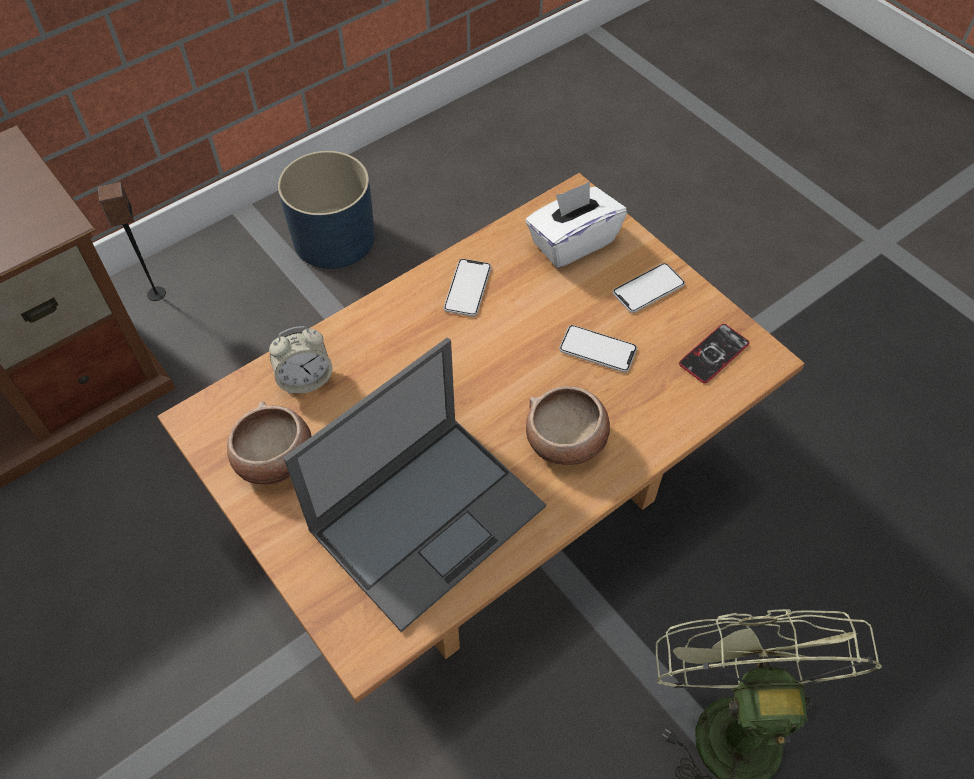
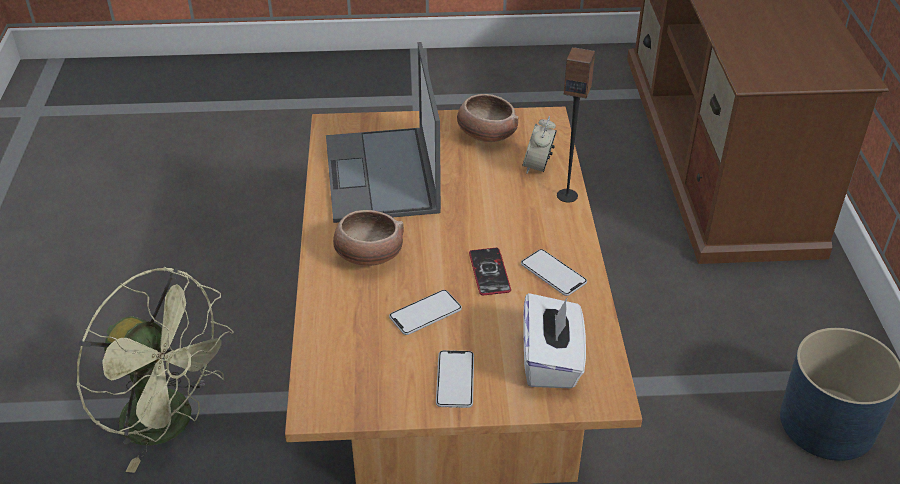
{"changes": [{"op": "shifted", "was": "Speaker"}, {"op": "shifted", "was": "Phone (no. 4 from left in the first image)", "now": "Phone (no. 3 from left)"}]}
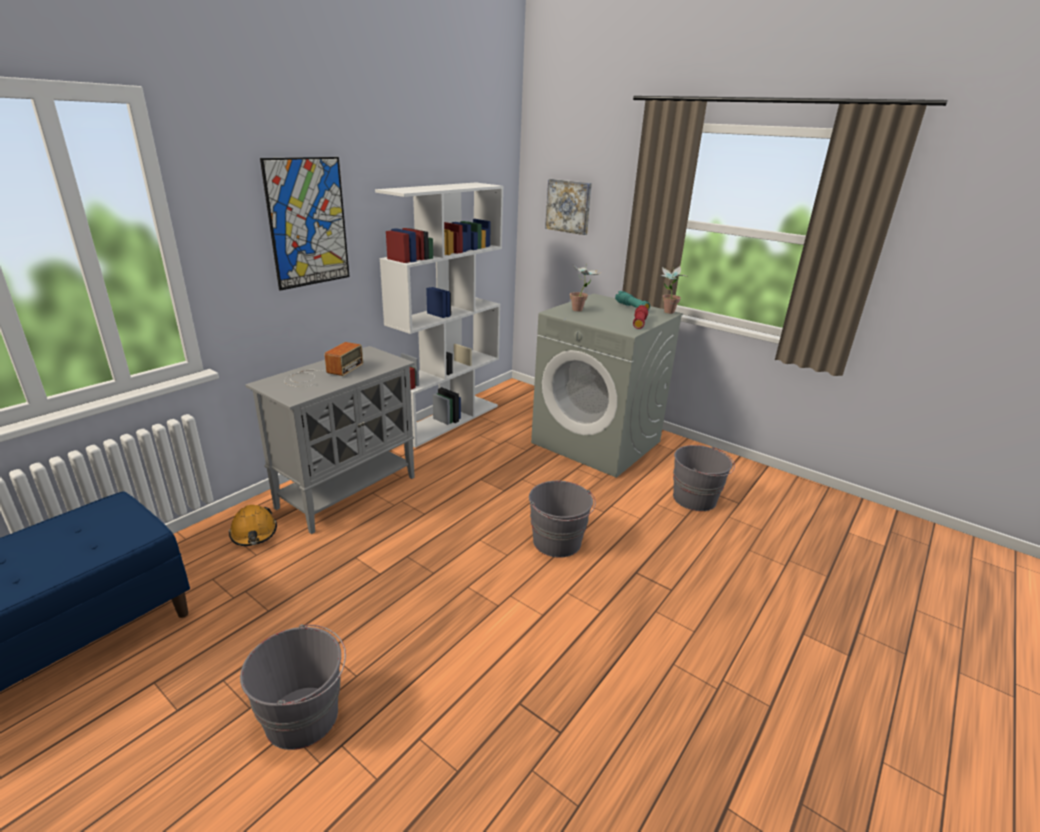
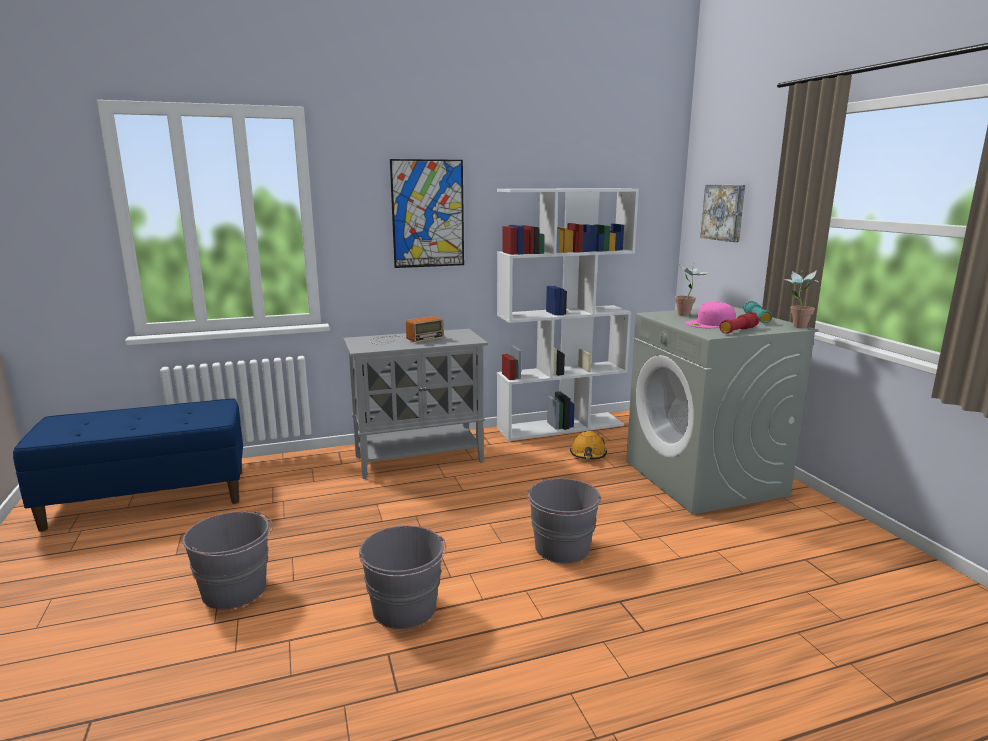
{"changes": [{"op": "shifted", "was": "GreyBucket (no. 3 from left in the first image)", "now": "GreyBucket (no. 2 from left)"}, {"op": "shifted", "was": "OrangeHardHat"}, {"op": "new", "now": "PinkCap"}]}
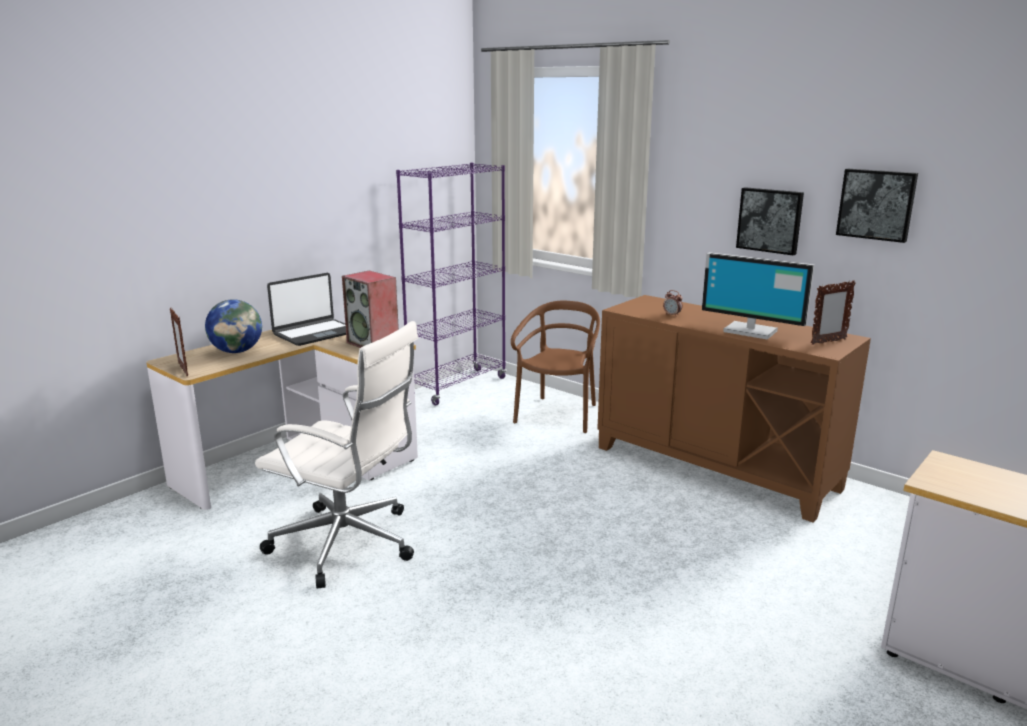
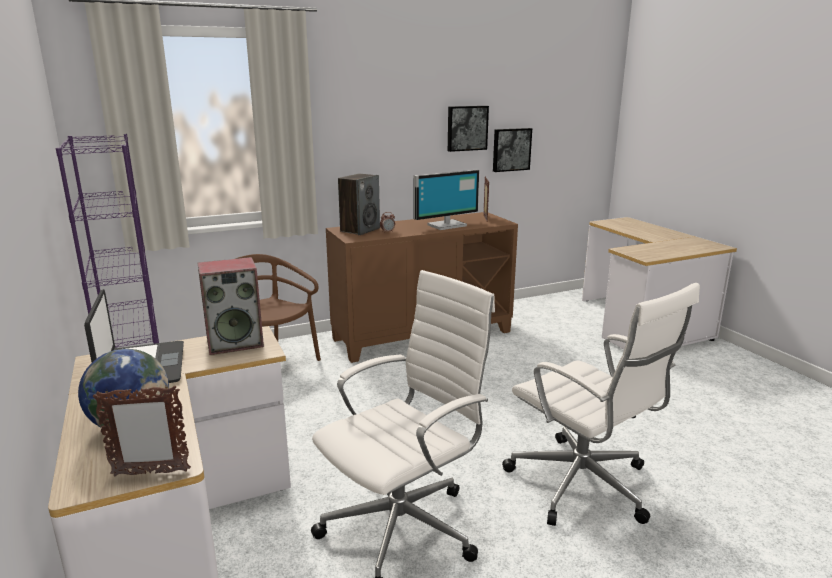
{"changes": [{"op": "shifted", "was": "Picture (no. 1 from left in the first image)", "now": "Picture (no. 2 from left)"}, {"op": "new", "now": "Speaker (no. 2 from left)"}, {"op": "new", "now": "WhiteOfficeChair (no. 2 from left)"}]}
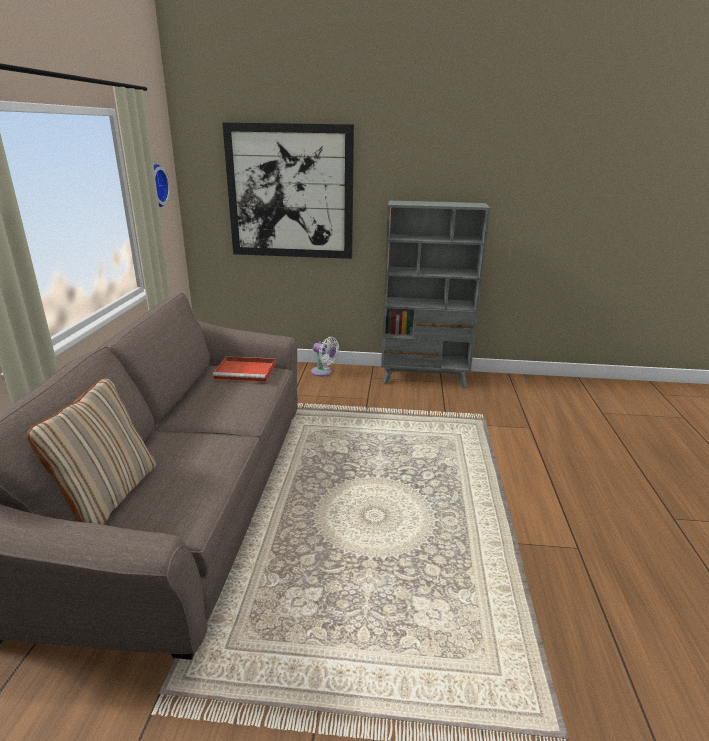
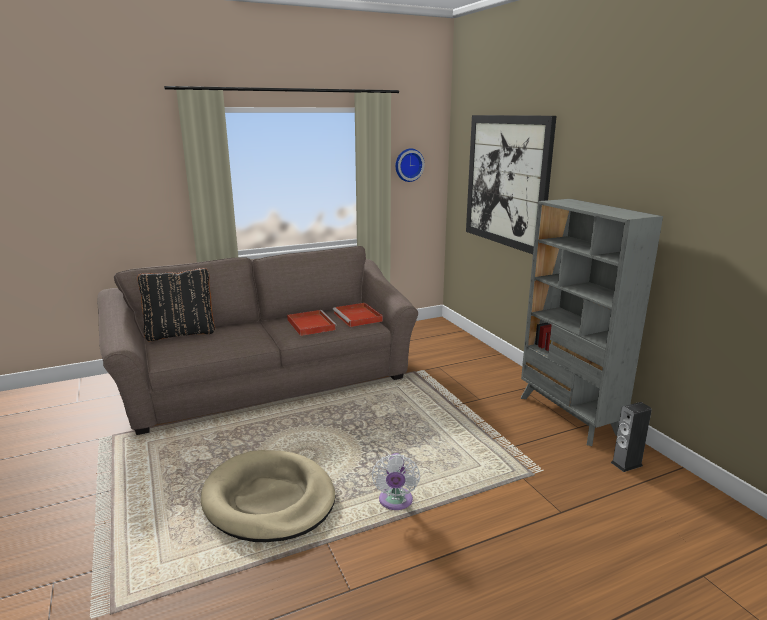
{"changes": [{"op": "shifted", "was": "WhiteFan"}, {"op": "repainted", "was": "BeigePillow", "now": "BlackPillow"}, {"op": "new", "now": "RedTray (no. 1 from left)"}, {"op": "new", "now": "Speaker"}, {"op": "new", "now": "BeigeDogBed"}]}
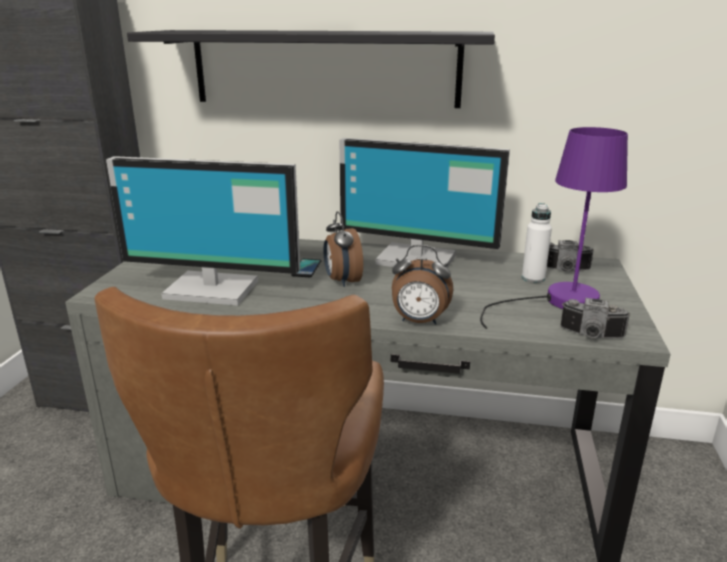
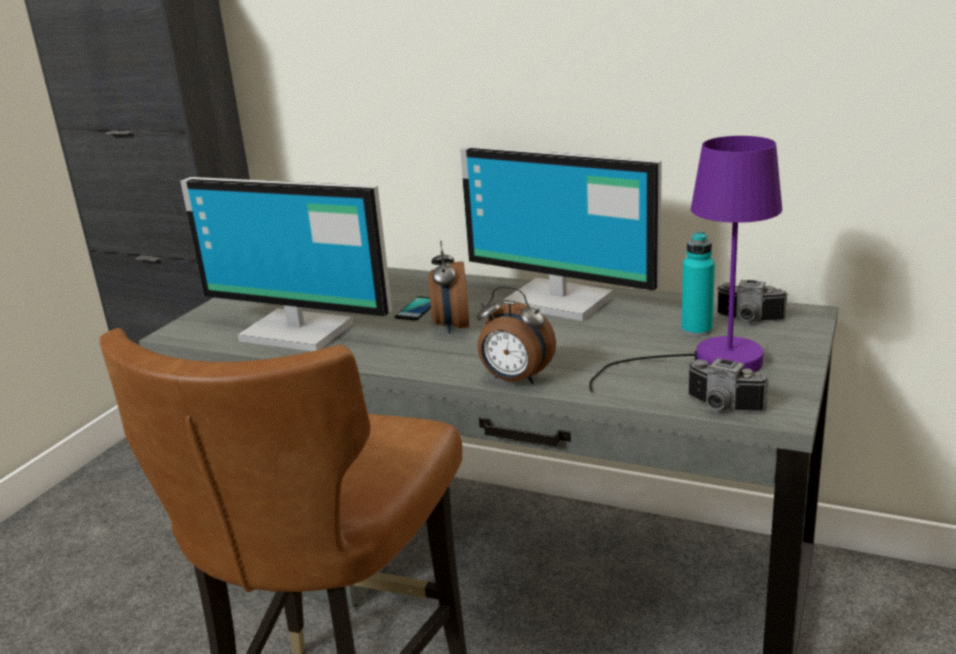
{"changes": [{"op": "gone", "was": "BlackShelf"}, {"op": "repainted", "was": "WhiteBottle", "now": "TurquoiseBottle"}]}
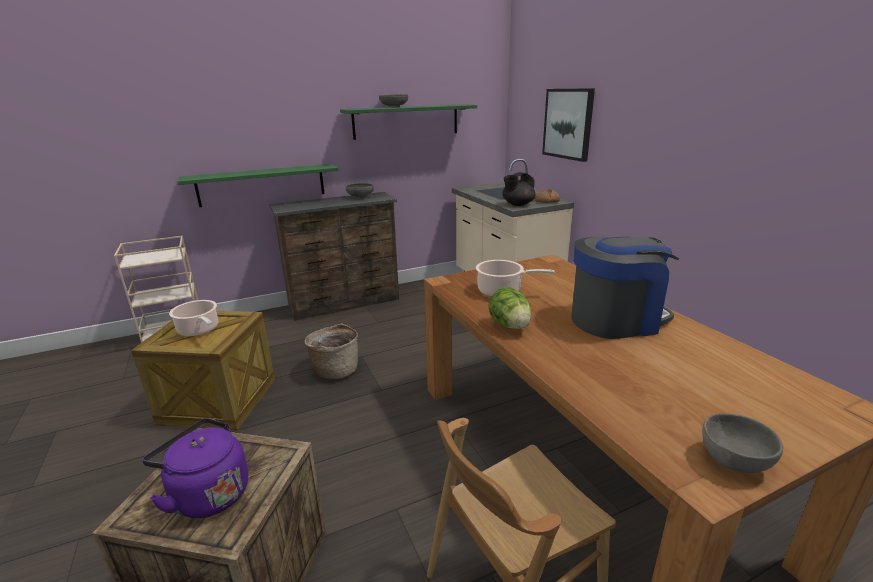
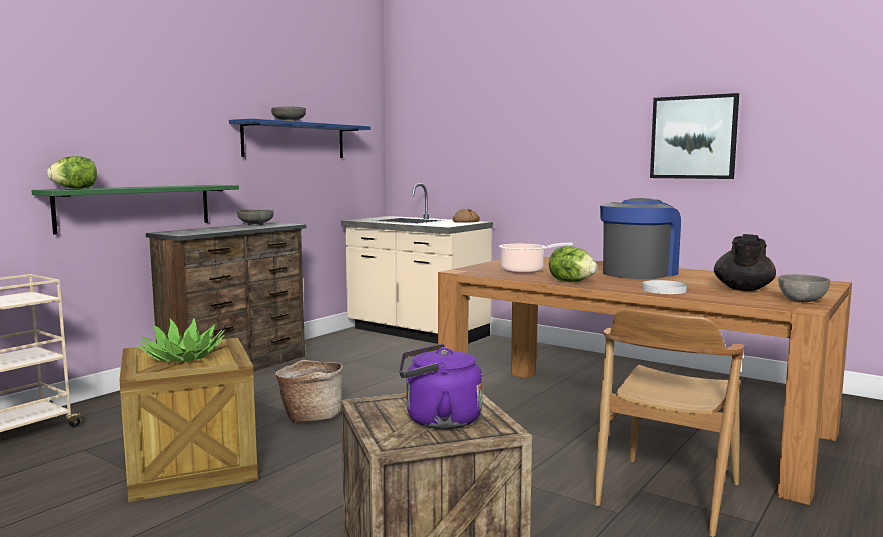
{"changes": [{"op": "shifted", "was": "Picture"}, {"op": "repainted", "was": "GreenShelf (no. 2 from left)", "now": "BlueShelf"}, {"op": "shifted", "was": "BlackTeapot"}, {"op": "swapped", "was": "CookingPot (no. 1 from left)", "now": "PottedPlant"}, {"op": "new", "now": "Lettuce (no. 1 from left)"}, {"op": "new", "now": "WhitePlate"}]}
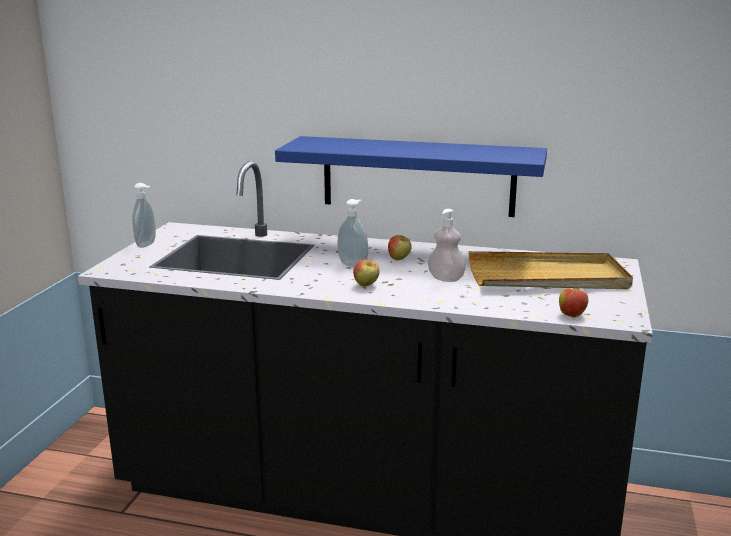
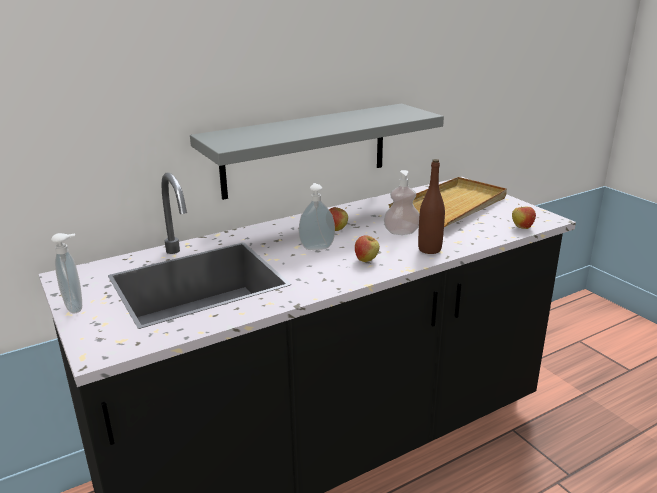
{"changes": [{"op": "repainted", "was": "BlueShelf", "now": "GreyShelf"}, {"op": "new", "now": "BrownBottle"}]}
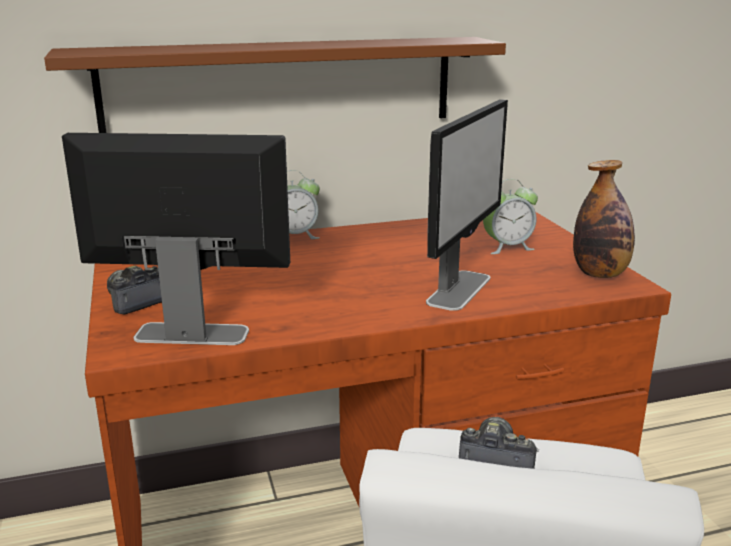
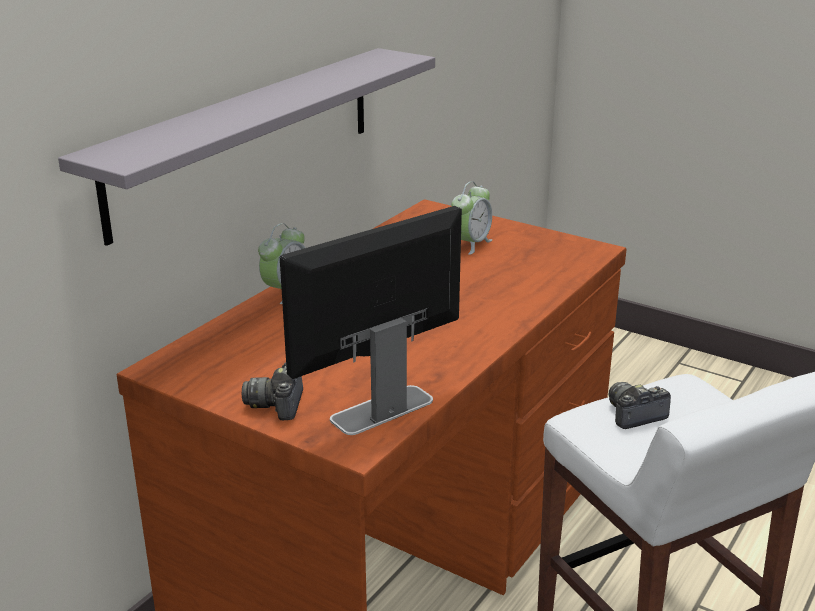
{"changes": [{"op": "repainted", "was": "BrownShelf", "now": "GreyShelf"}, {"op": "gone", "was": "Monitor (no. 2 from left)"}, {"op": "gone", "was": "Bottle"}]}
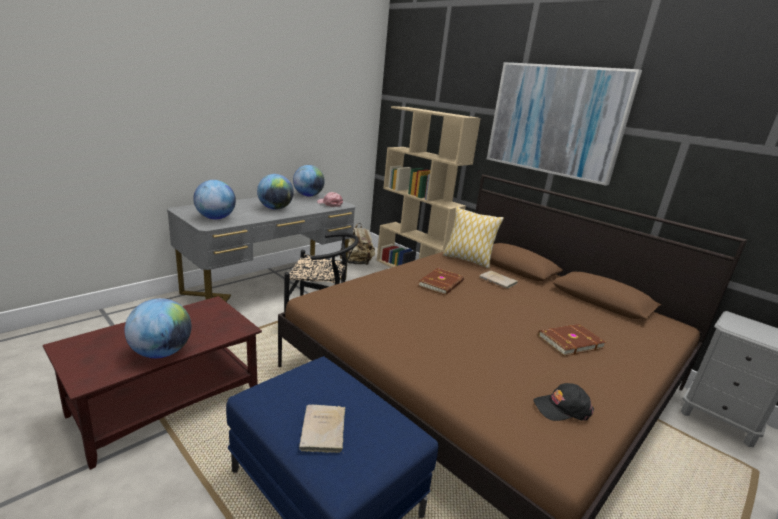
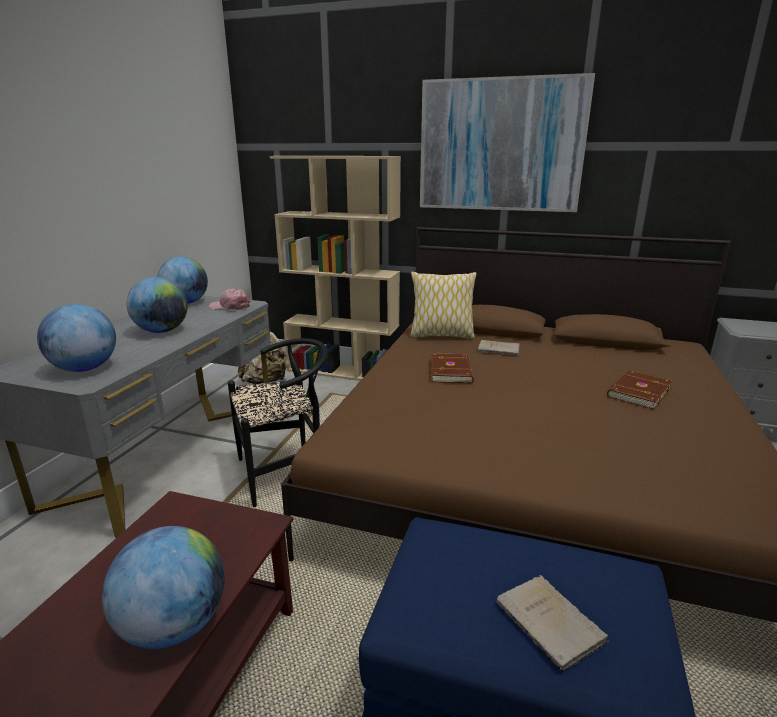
{"changes": [{"op": "gone", "was": "BlackCap"}]}
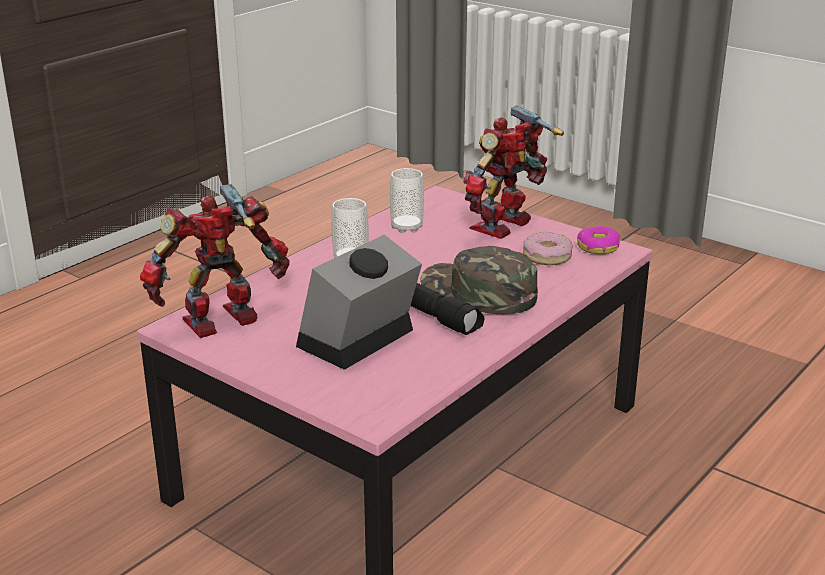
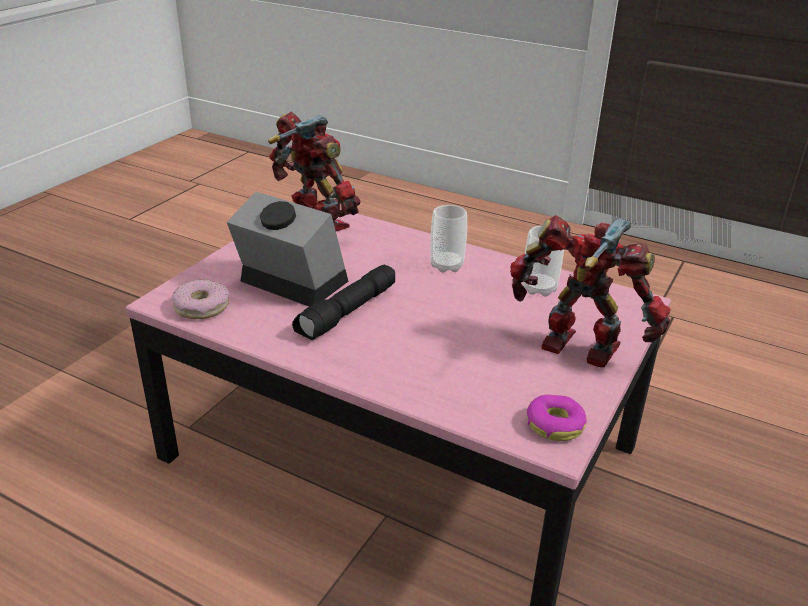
{"changes": [{"op": "shifted", "was": "Donut (no. 1 from left)"}, {"op": "gone", "was": "GreenCap"}]}
